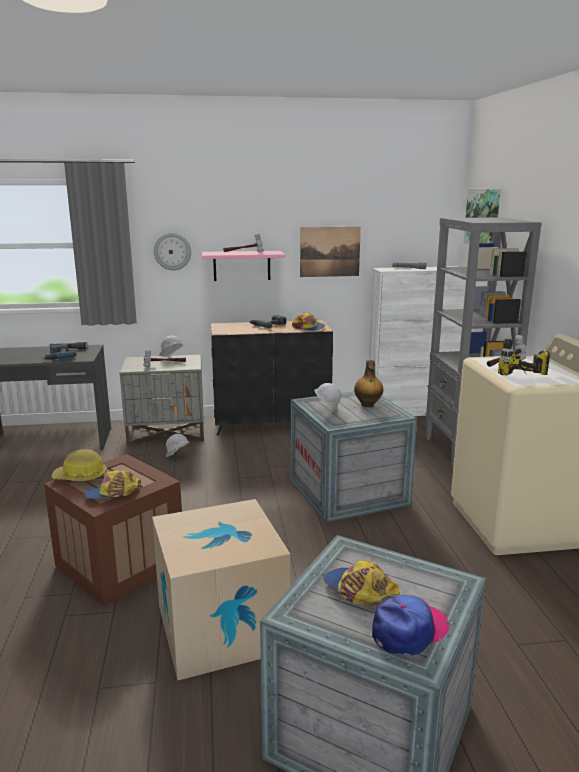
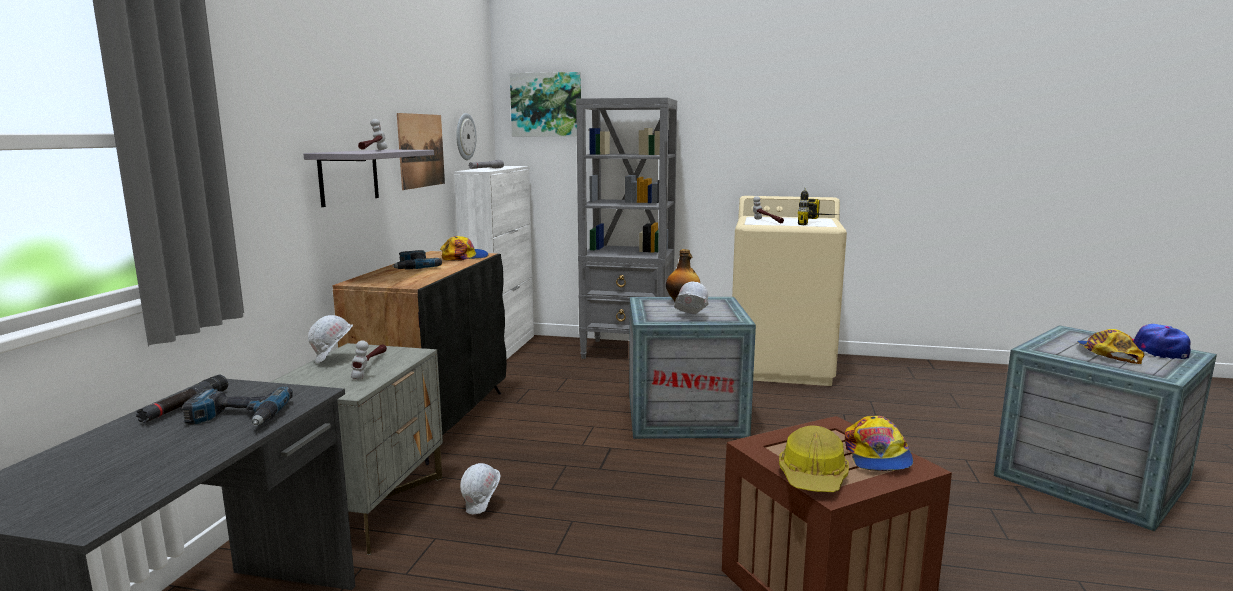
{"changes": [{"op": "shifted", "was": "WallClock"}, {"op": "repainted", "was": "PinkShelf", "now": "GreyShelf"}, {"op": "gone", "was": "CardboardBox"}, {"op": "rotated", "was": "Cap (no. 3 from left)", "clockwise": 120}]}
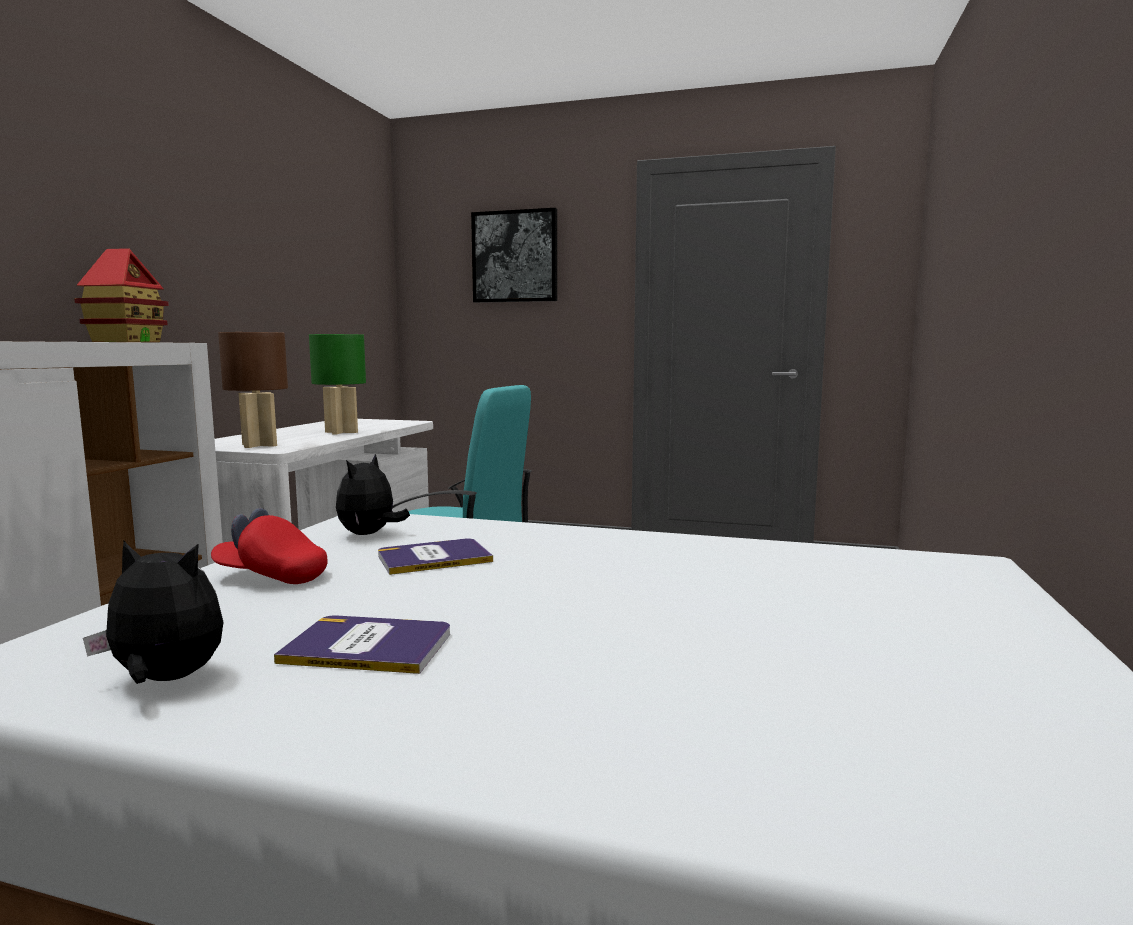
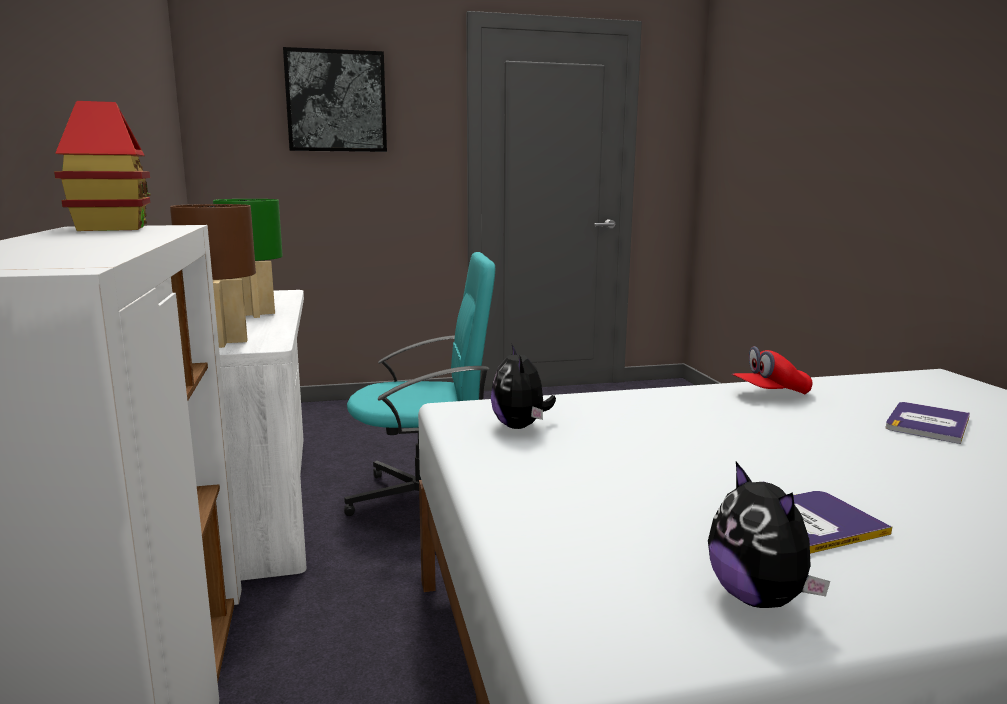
{"changes": [{"op": "shifted", "was": "RedCap"}, {"op": "shifted", "was": "Book (no. 2 from left)"}, {"op": "rotated", "was": "PlushToy (no. 1 from left in the first image)", "clockwise": -90}]}
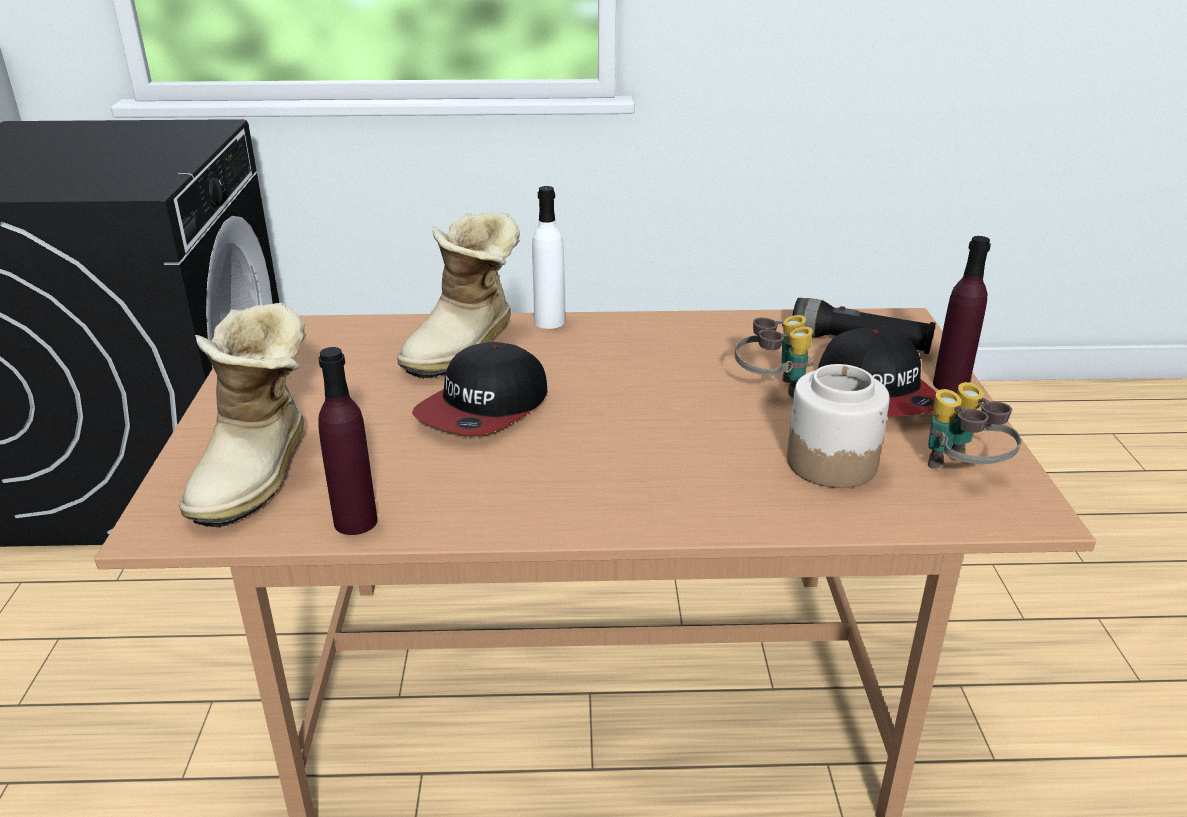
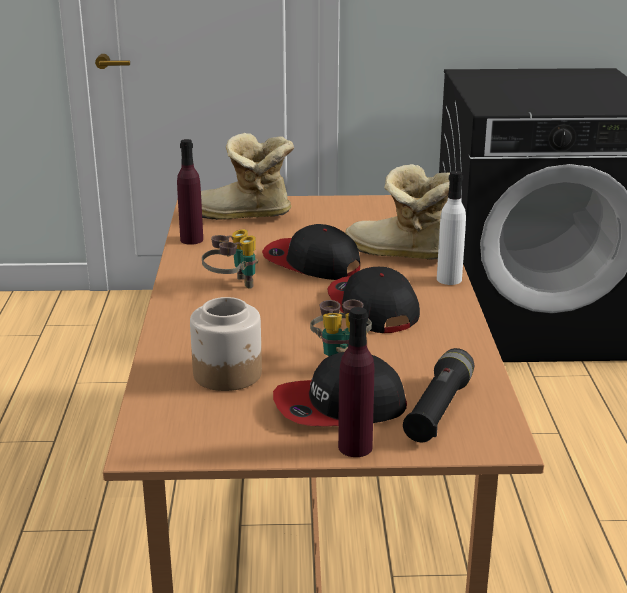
{"changes": [{"op": "shifted", "was": "Binoculars (no. 2 from left in the first image)", "now": "Binoculars (no. 1 from left)"}, {"op": "new", "now": "Cap (no. 3 from left)"}]}
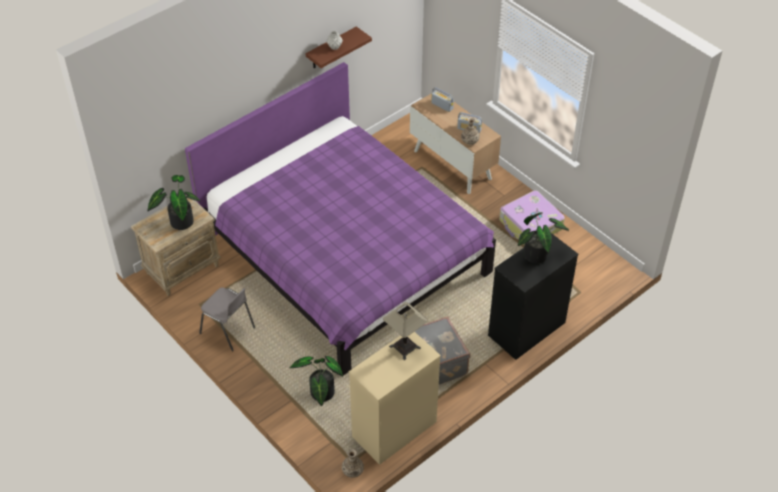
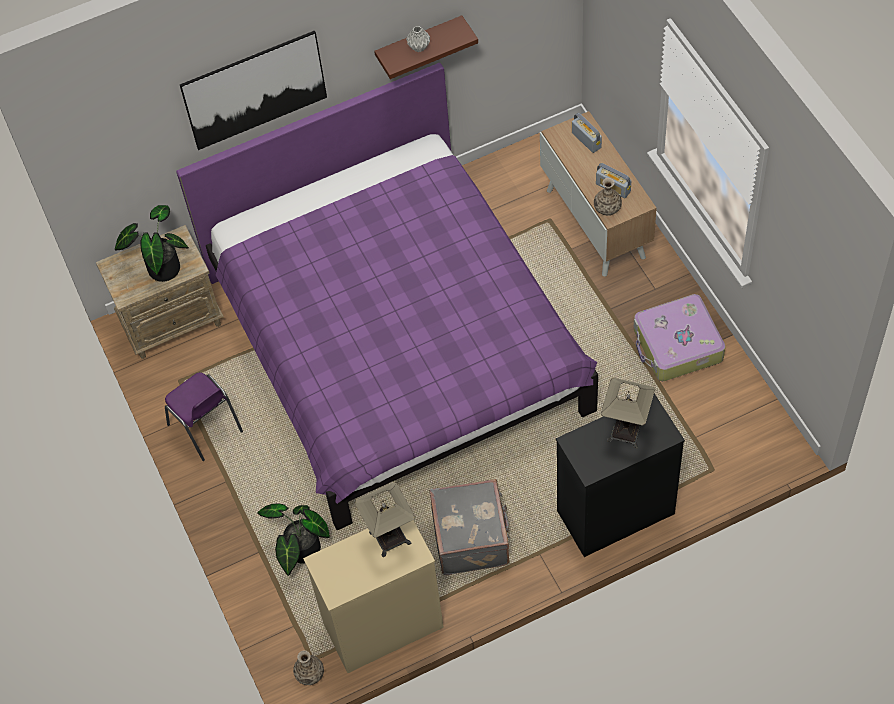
{"changes": [{"op": "swapped", "was": "PottedPlant (no. 3 from left)", "now": "TableLamp (no. 2 from left)"}, {"op": "repainted", "was": "GreyChair", "now": "PurpleChair"}, {"op": "new", "now": "Picture"}]}
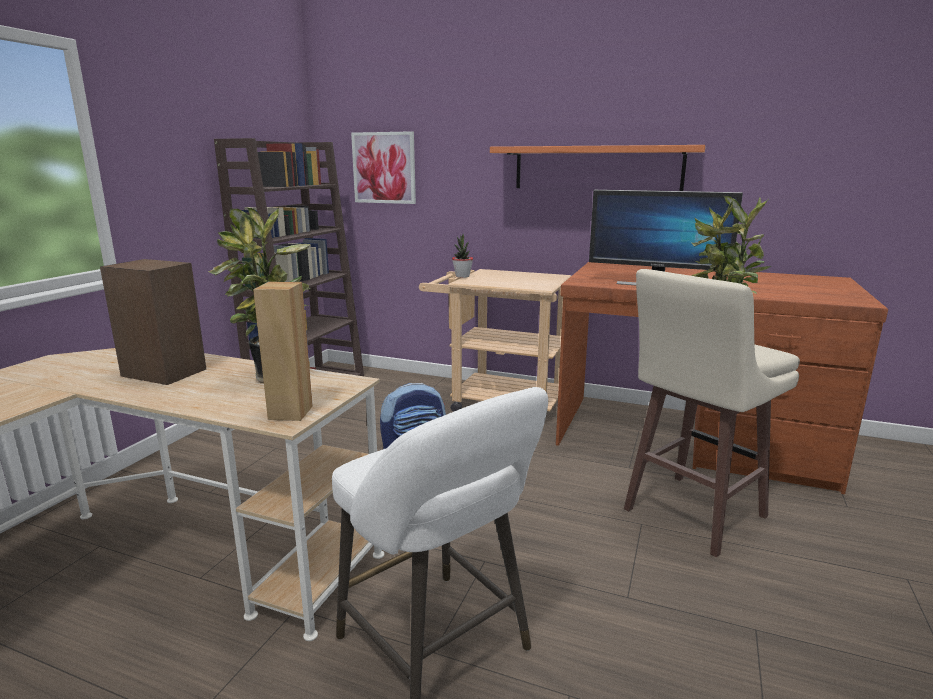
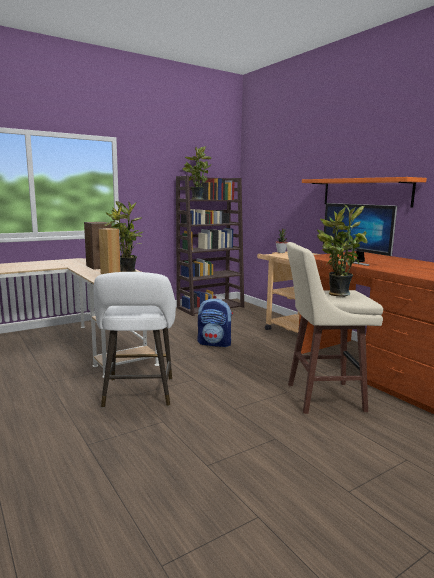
{"changes": [{"op": "gone", "was": "Picture"}, {"op": "new", "now": "PottedPlant (no. 2 from left)"}]}
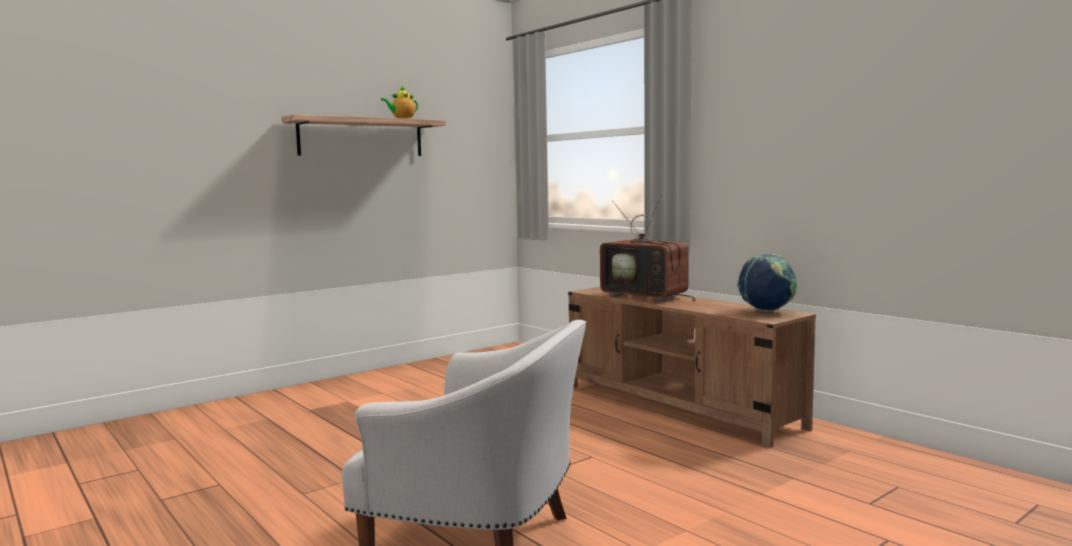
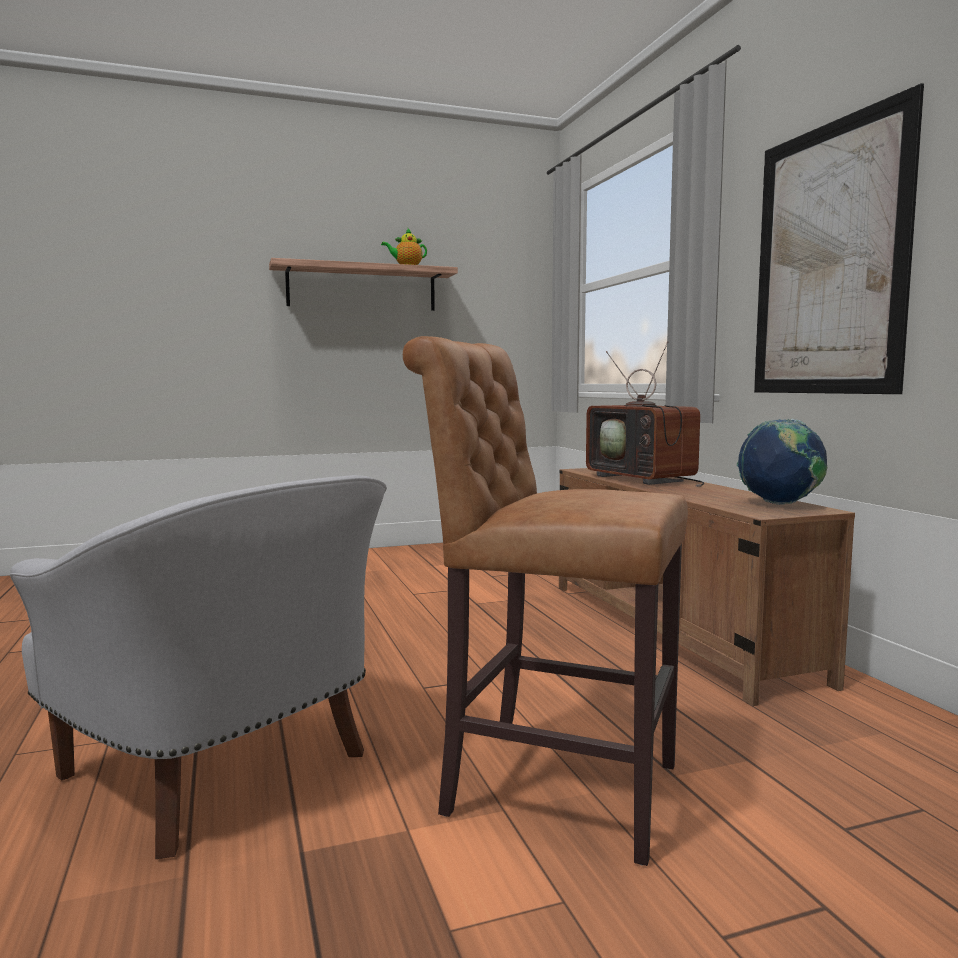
{"changes": [{"op": "new", "now": "Picture"}, {"op": "new", "now": "BrownStool"}]}
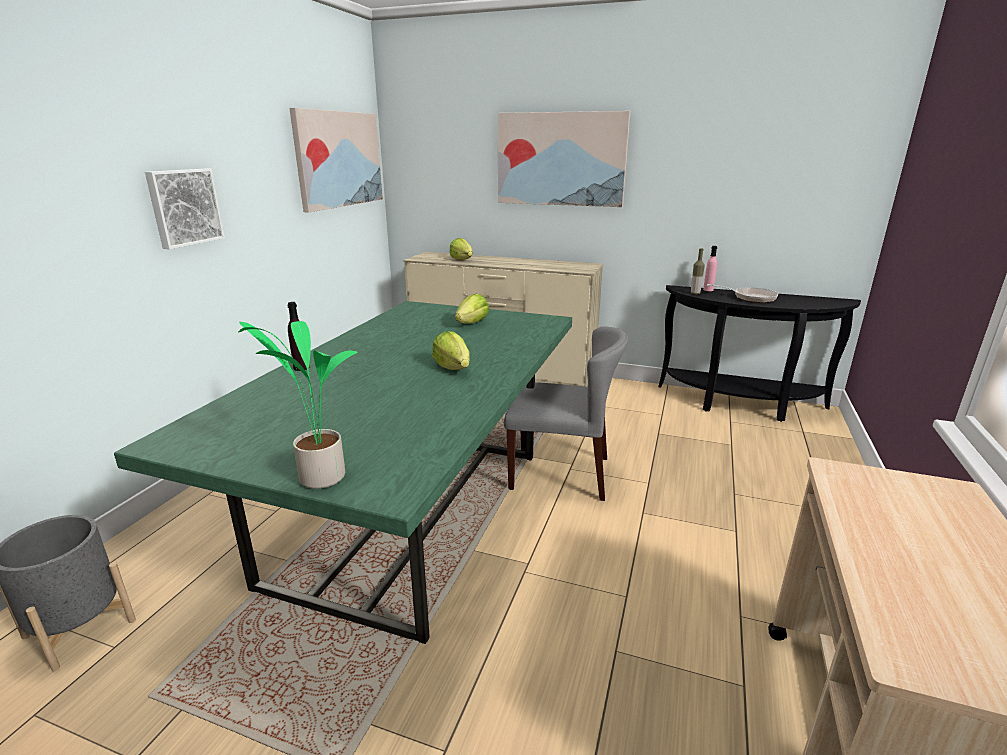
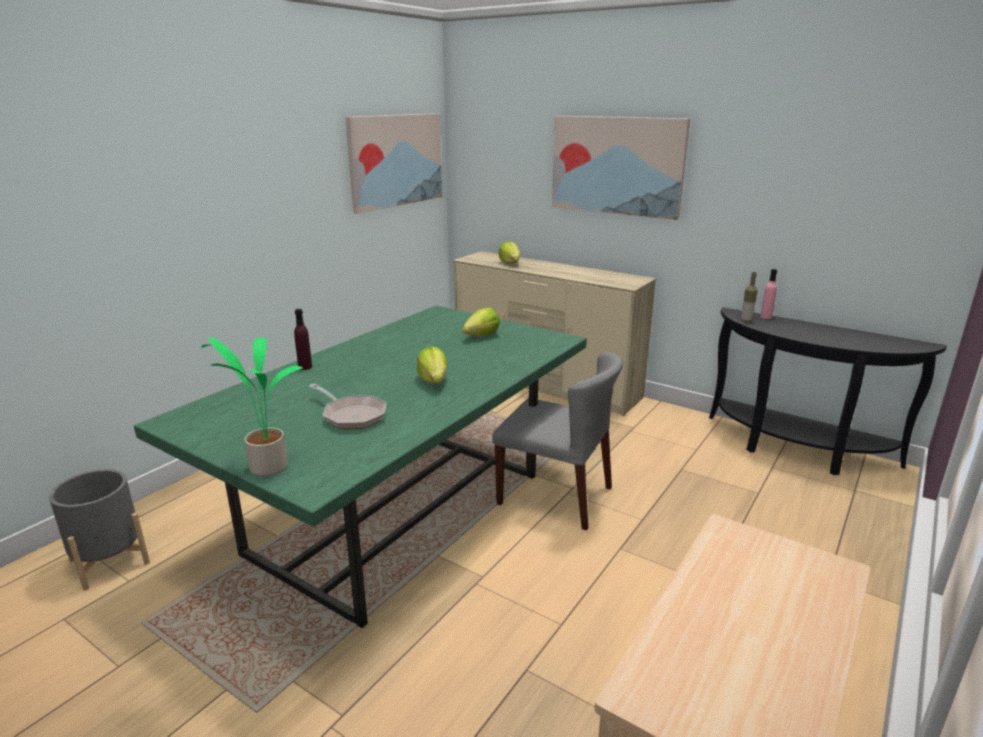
{"changes": [{"op": "gone", "was": "Picture (no. 1 from left)"}, {"op": "shifted", "was": "FryingPan"}]}
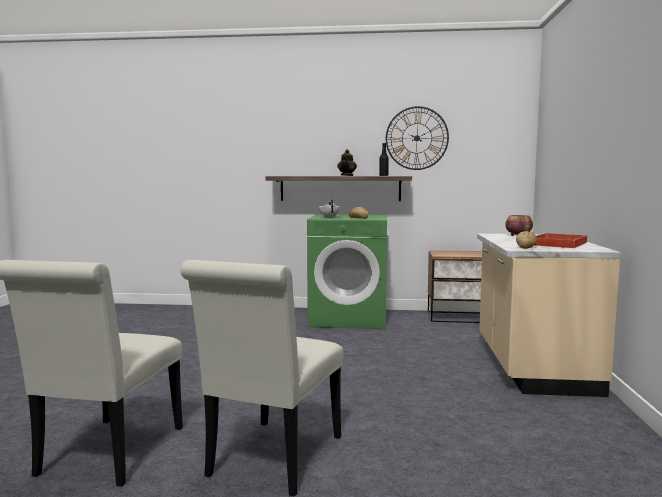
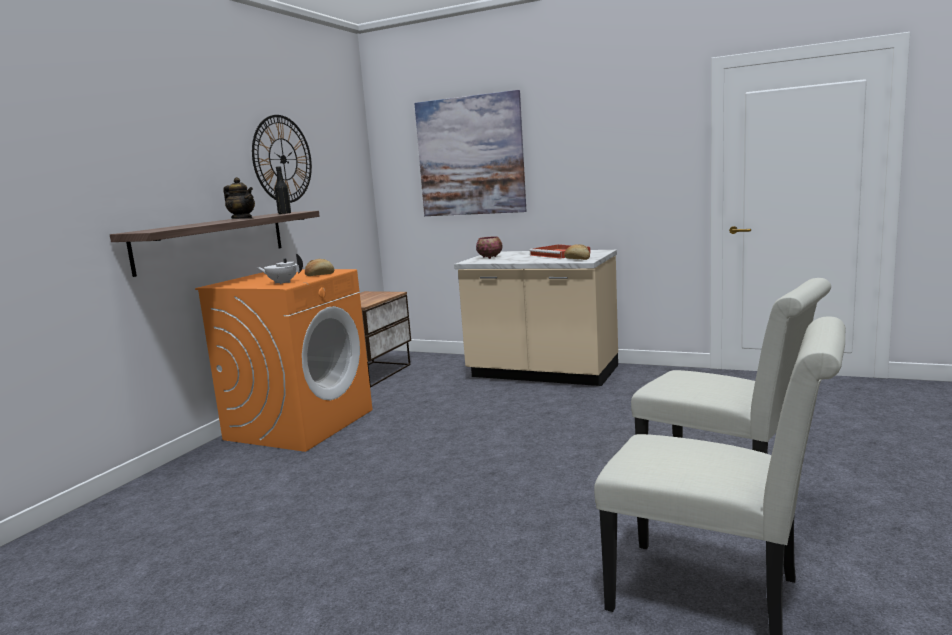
{"changes": [{"op": "repainted", "was": "GreenWashingMachine", "now": "OrangeWashingMachine"}, {"op": "new", "now": "Picture"}]}
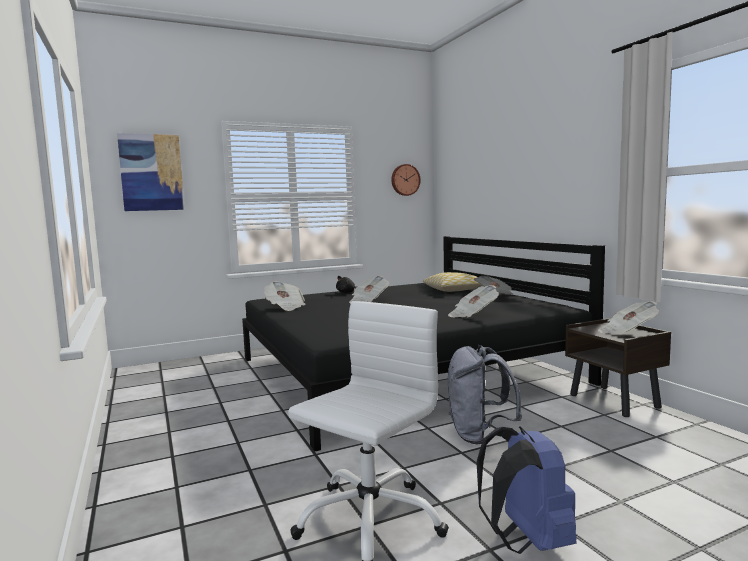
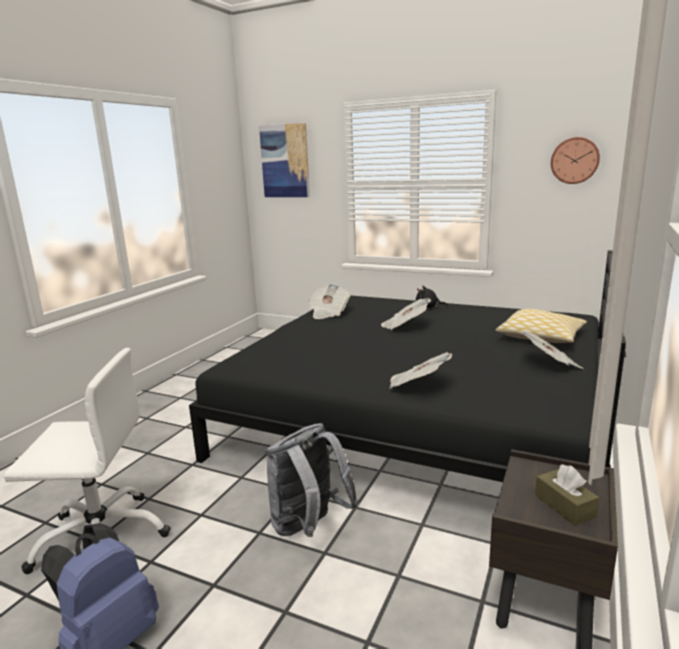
{"changes": [{"op": "swapped", "was": "Newspaper (no. 5 from left)", "now": "BrownTissueBox"}]}
